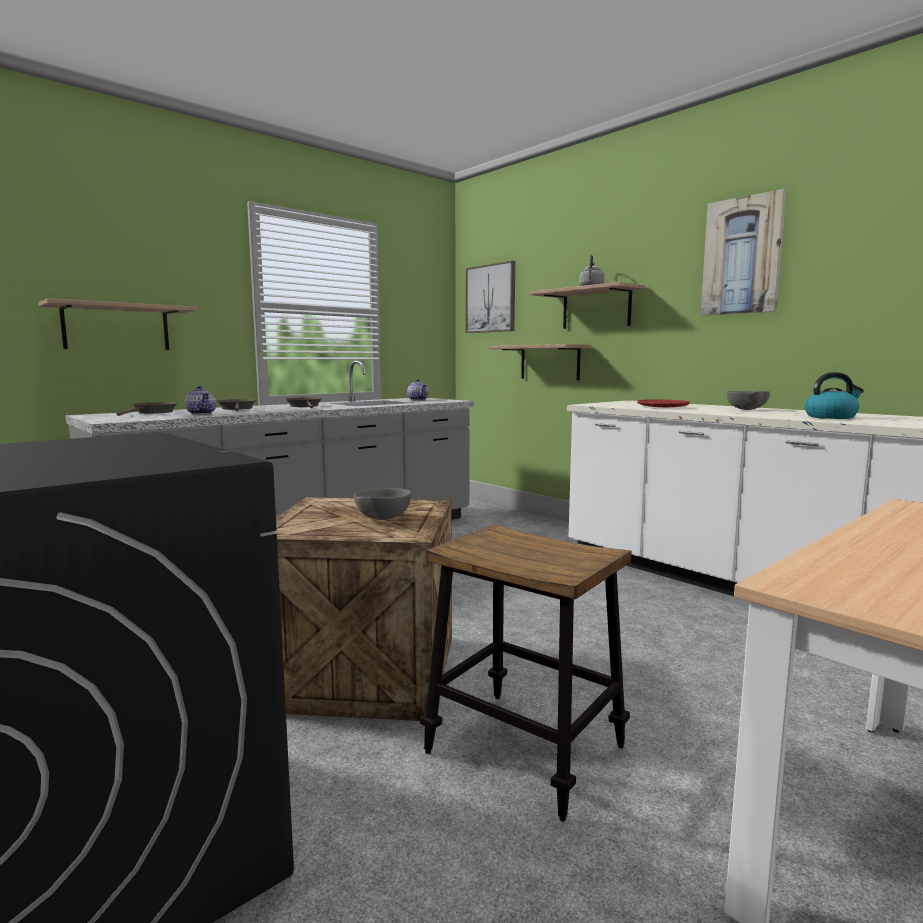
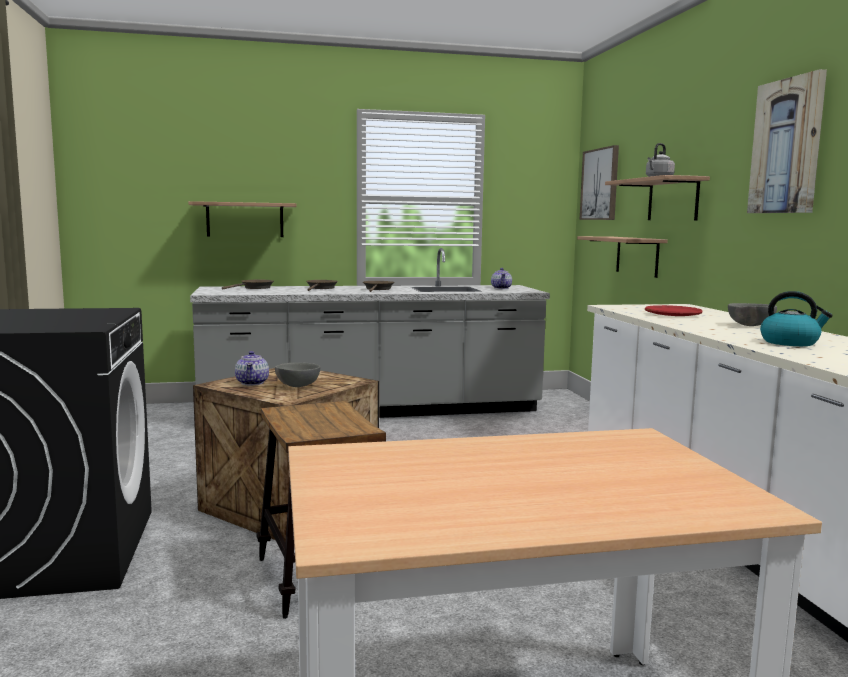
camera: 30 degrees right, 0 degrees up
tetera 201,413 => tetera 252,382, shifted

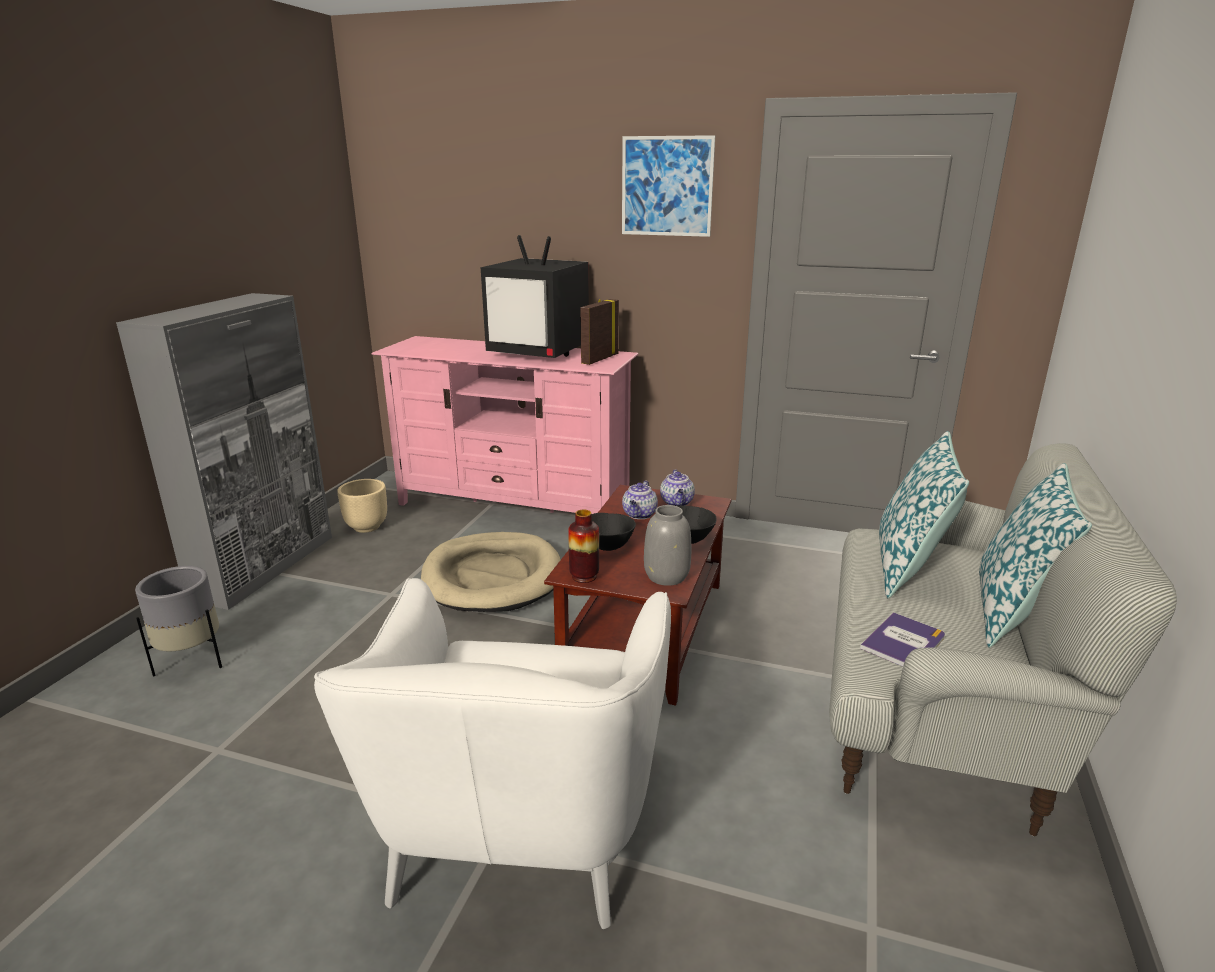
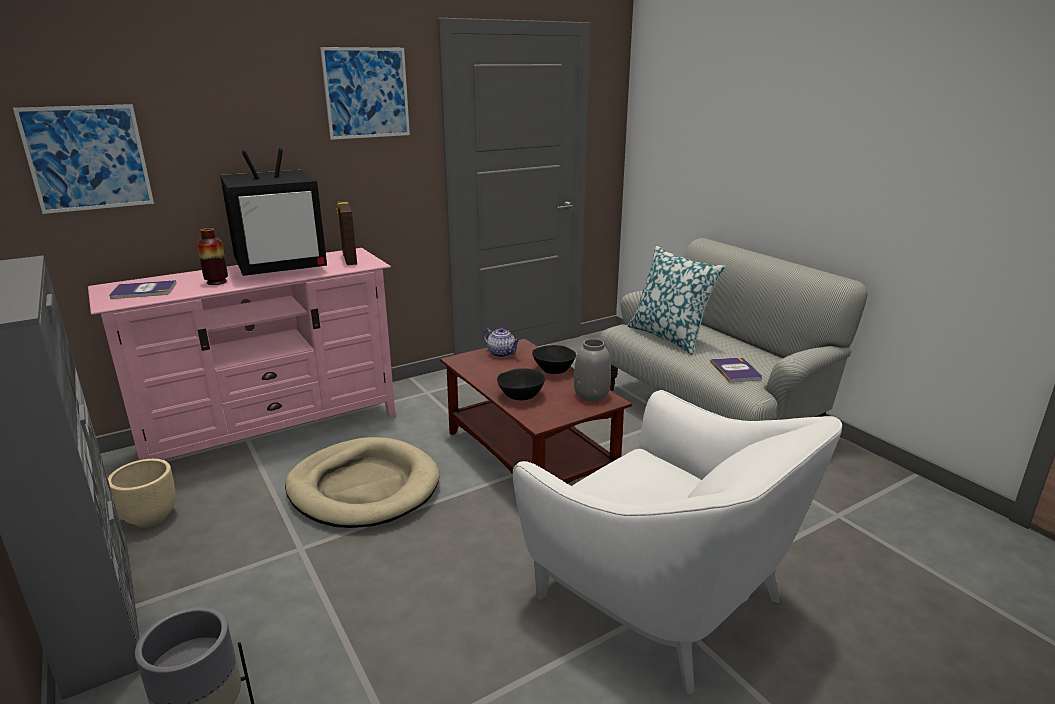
camera: 50 degrees left, 0 degrees up
cojín 1013,612 => nothing
tetera 639,515 => nothing
florero 584,576 => florero 216,282, shifted
nothing => cuadro 87,158
nothing => libro 143,291

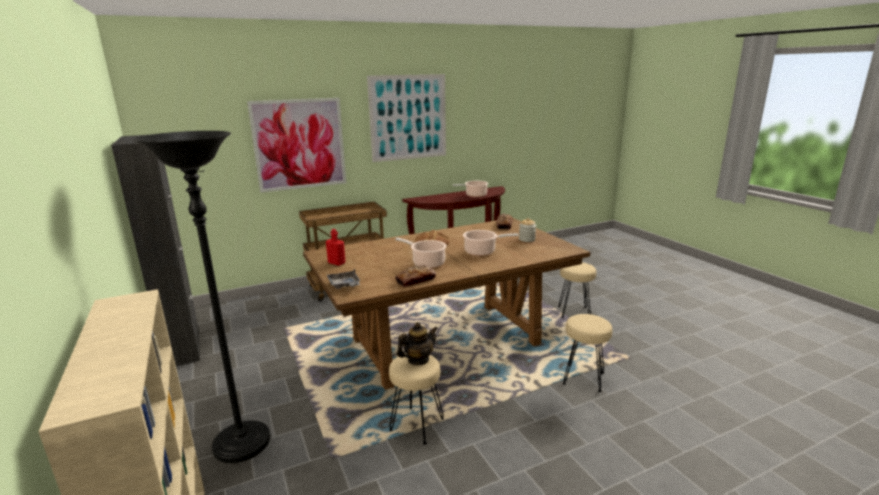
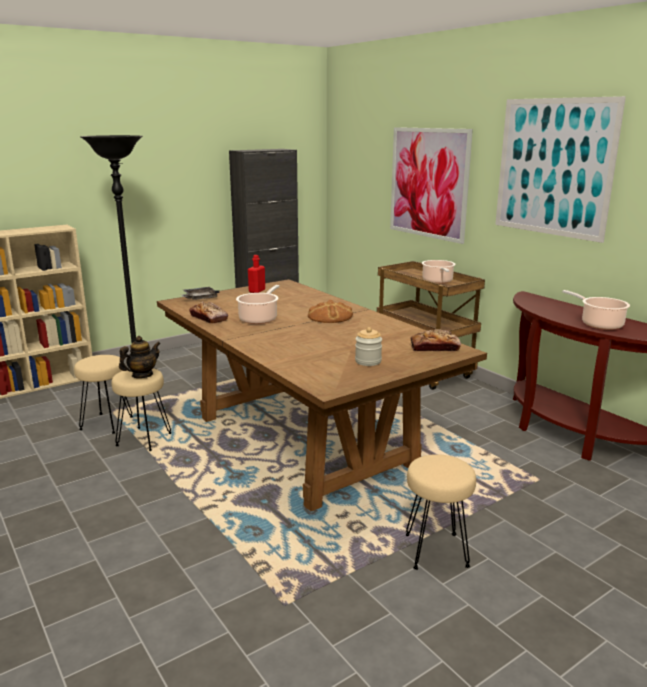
camera: 80 degrees right, 0 degrees up
olla 482,252 => olla 437,281, shifted
taburete/beis 583,378 => taburete/beis 106,423, shifted
tetera 418,360 => tetera 142,375, 90 degrees counterclockwise

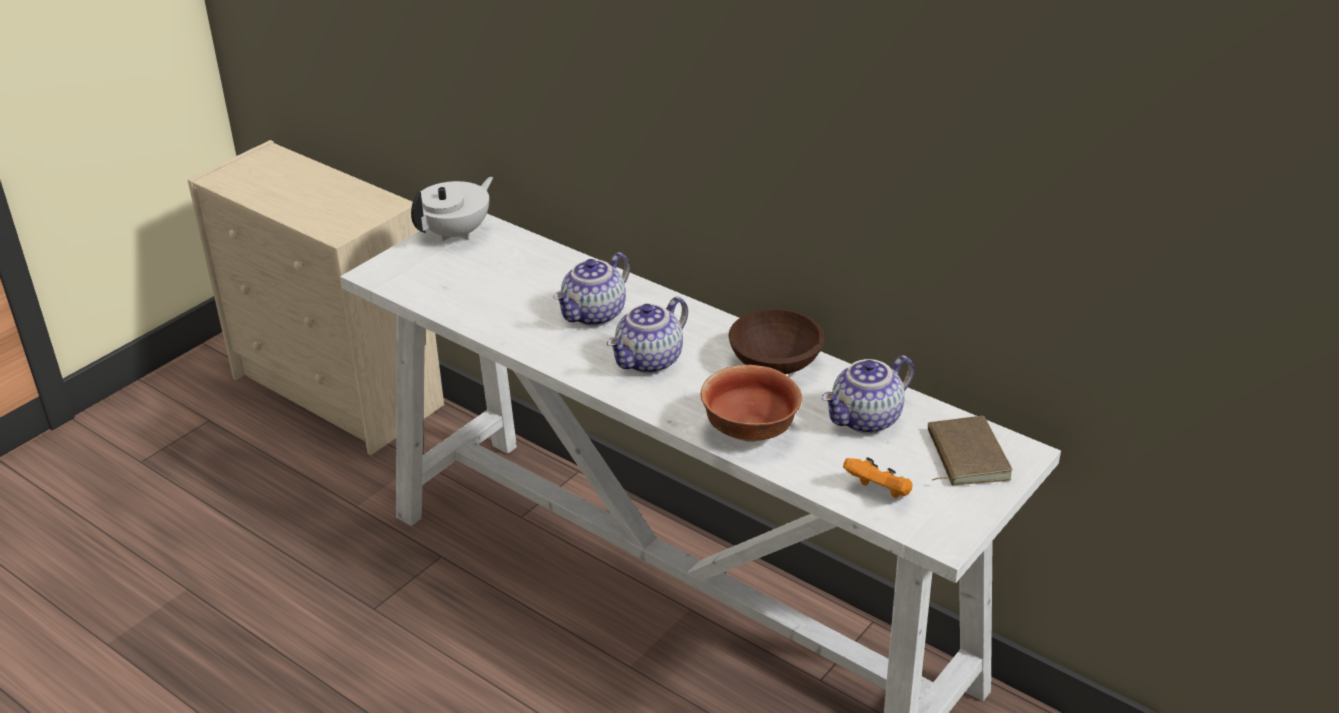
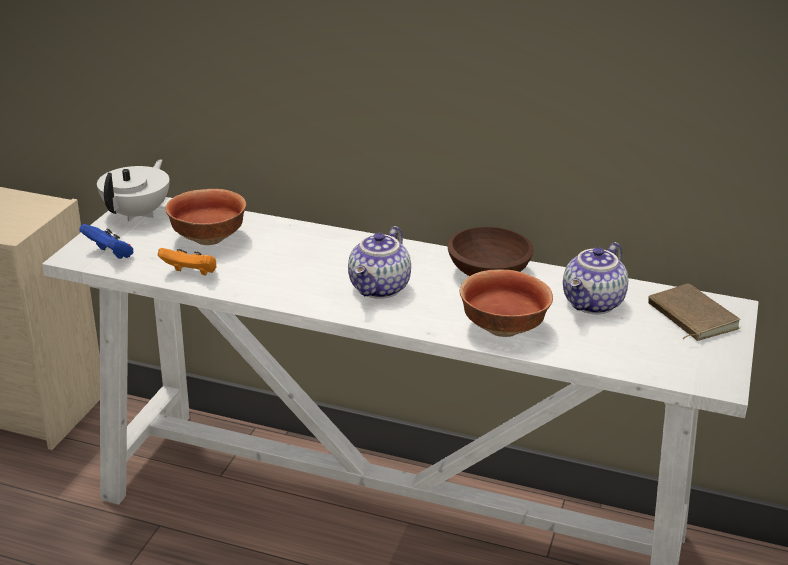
camera: 20 degrees left, 5 degrees down
tetera 595,315 => nothing
mando de consola/naranja 879,492 => mando de consola/naranja 191,274, shifted
nothing => cuenco 207,239
nothing => mando de consola/azul 110,255

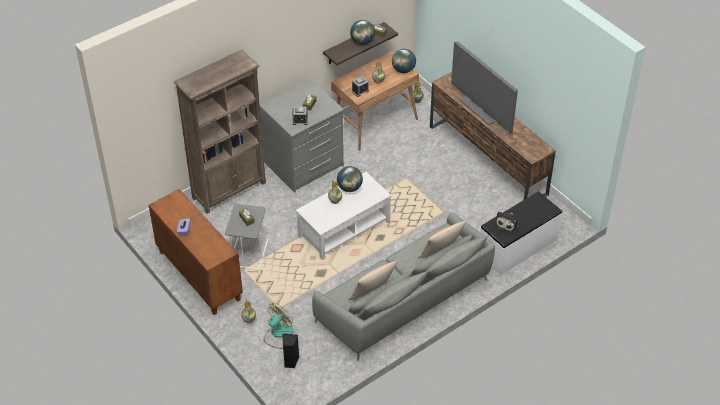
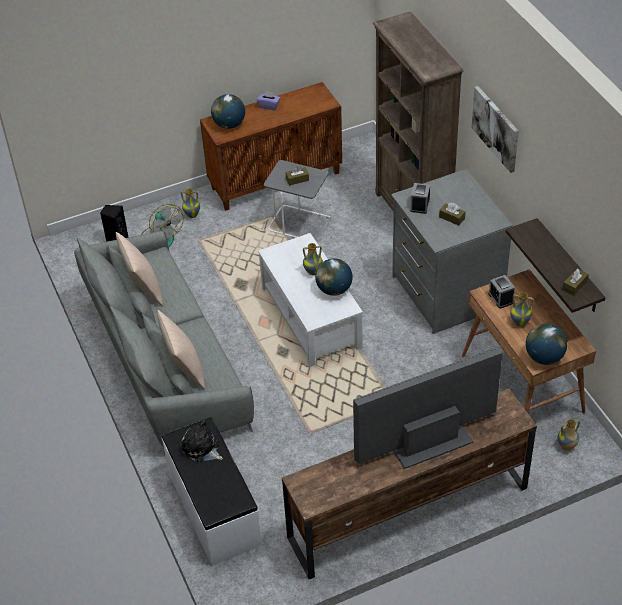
camera: 105 degrees right, 0 degrees up
globo terráqueo 362,42 => globo terráqueo 229,124, shifted
nothing => cuadro 496,128

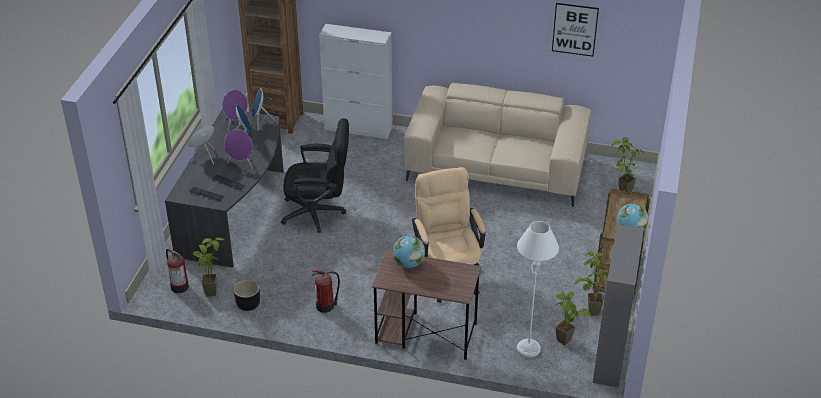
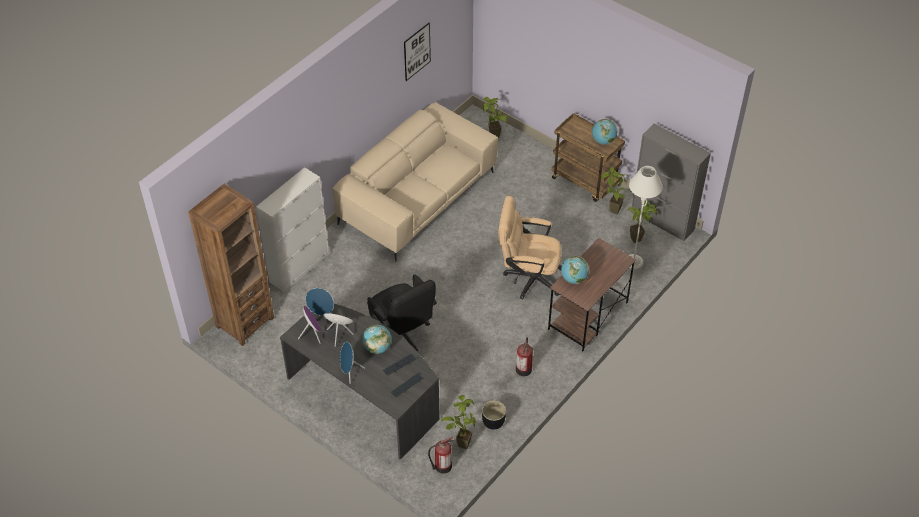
camera: 65 degrees left, 10 degrees up
silla de oficina/negro 319,213 => silla de oficina/negro 402,335, 120 degrees clockwise
altavoz/morado 241,164 => globo terráqueo 377,347

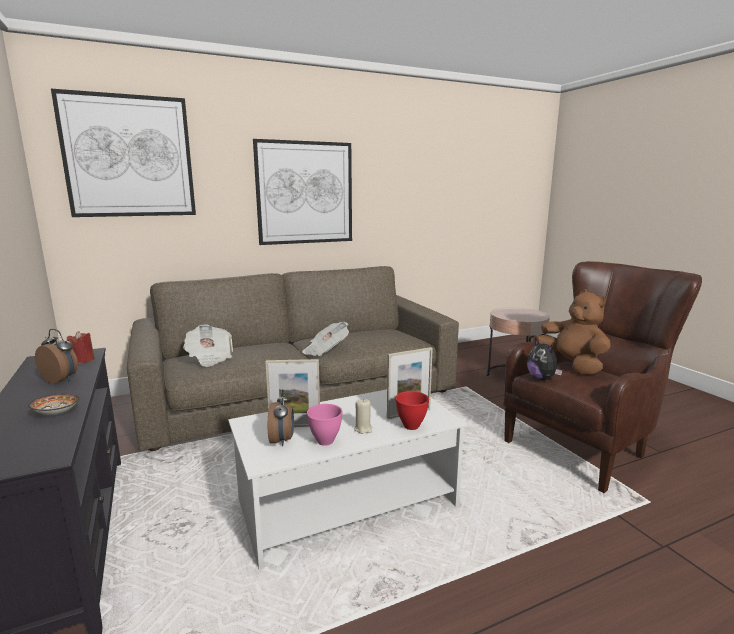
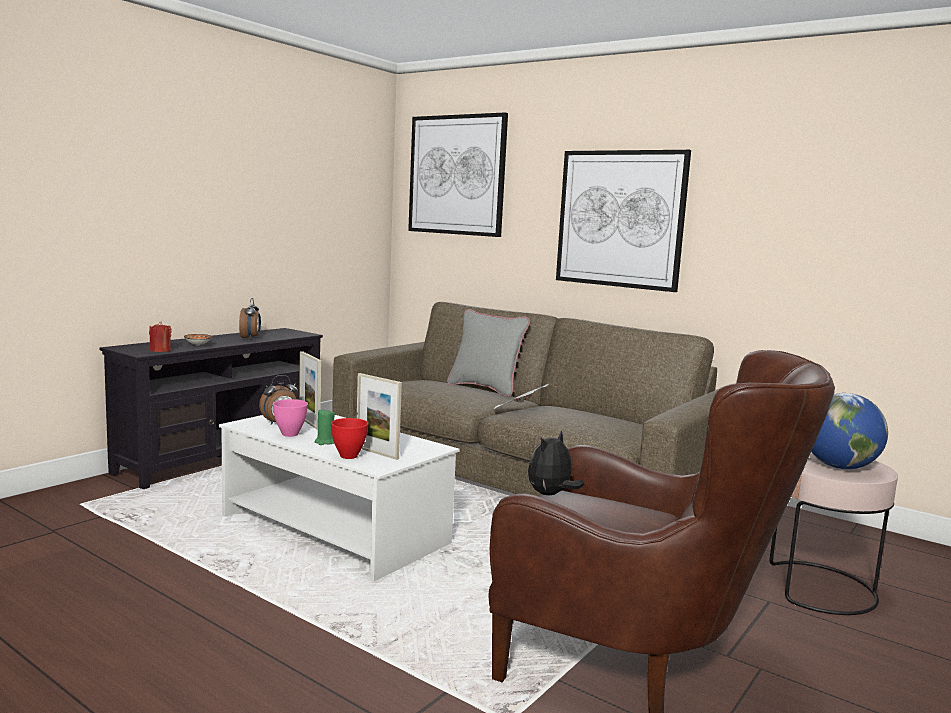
camera: 60 degrees right, 5 degrees down
peluche/marrón 571,365 => nothing
periódico 210,358 => nothing
vela/rojo 82,360 => vela/rojo 160,350, shifted
vela/beis 363,429 => vela/verde 325,442
nothing => cojín/gris 485,388
nothing => globo terráqueo 839,467

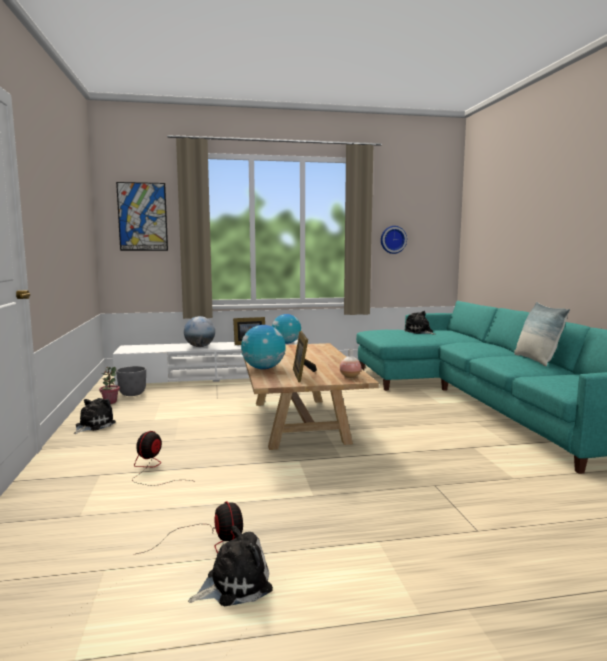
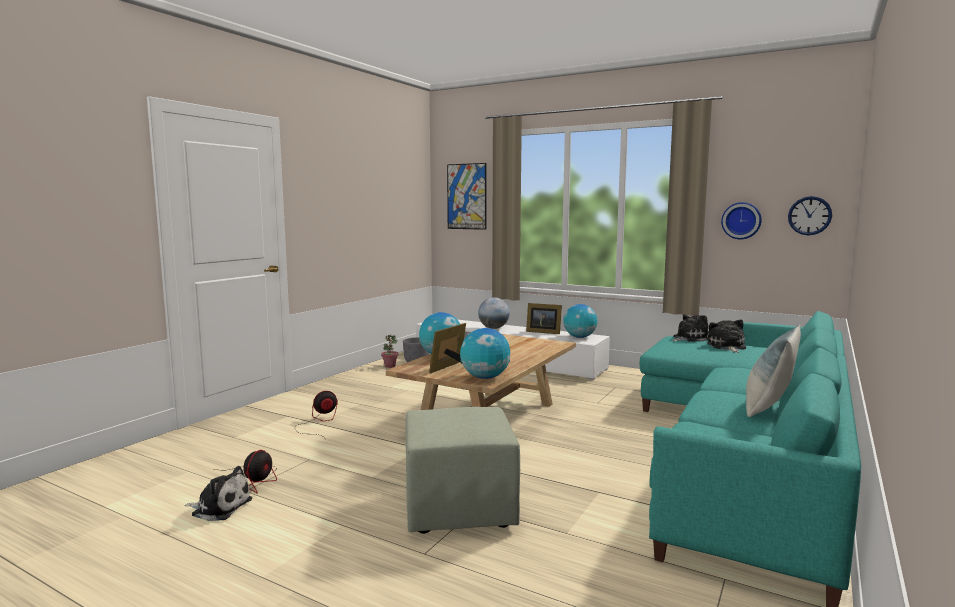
camera: 40 degrees right, 0 degrees up
florero 350,376 => globo terráqueo 485,377
peluche 93,425 => peluche 689,338, shifted
nothing => reloj de pared 809,215
nothing => puf/verde 460,509

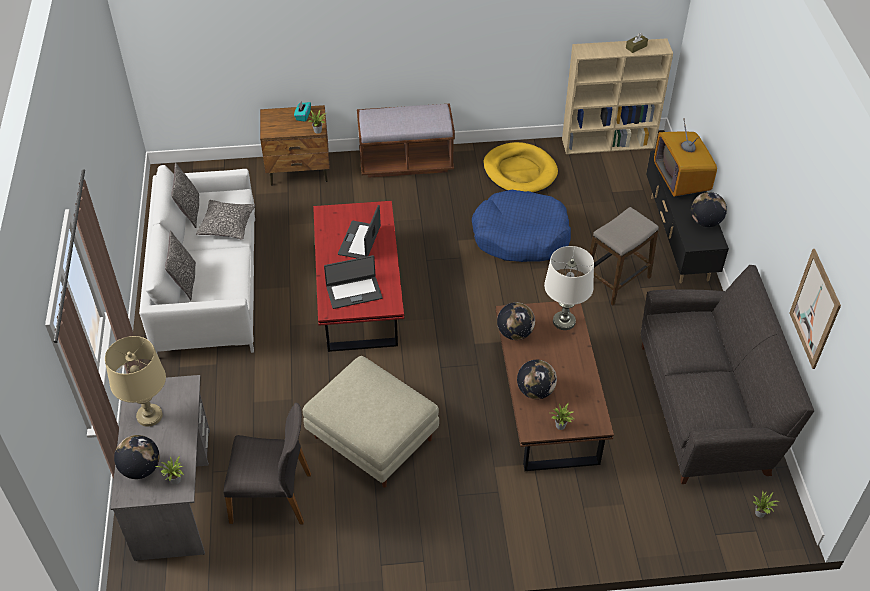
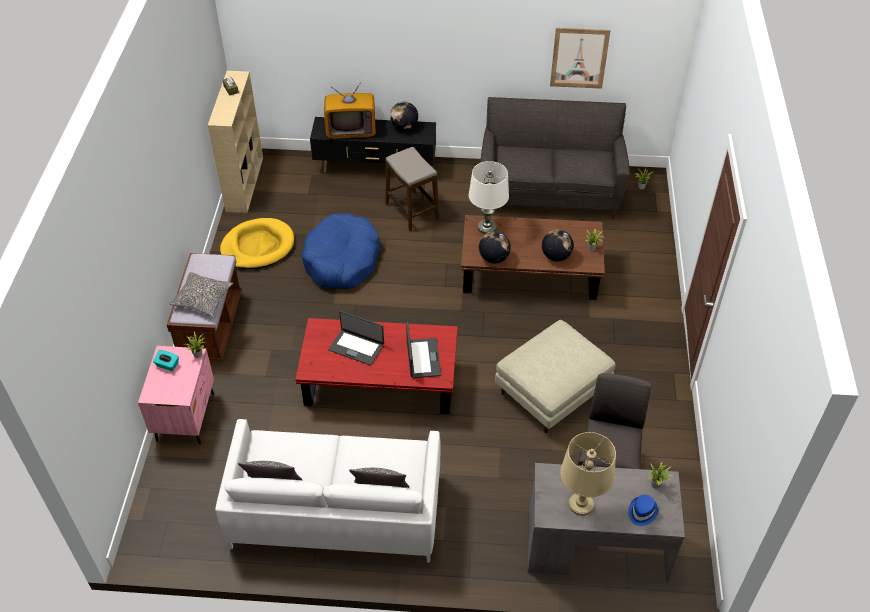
camera: 80 degrees left, 0 degrees up
mesita de noche/marrón 299,170 => mesita de noche/rosa 186,417
cojín 227,225 => cojín 202,299, shifted
globo terráqueo 141,468 => sombrero/azul 642,512

